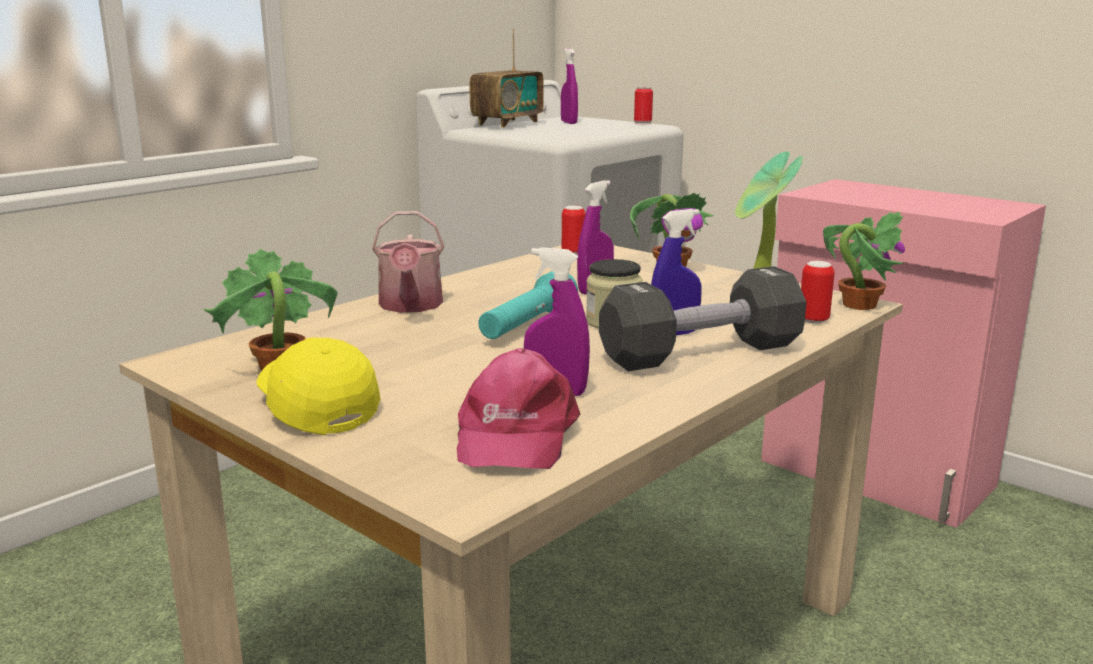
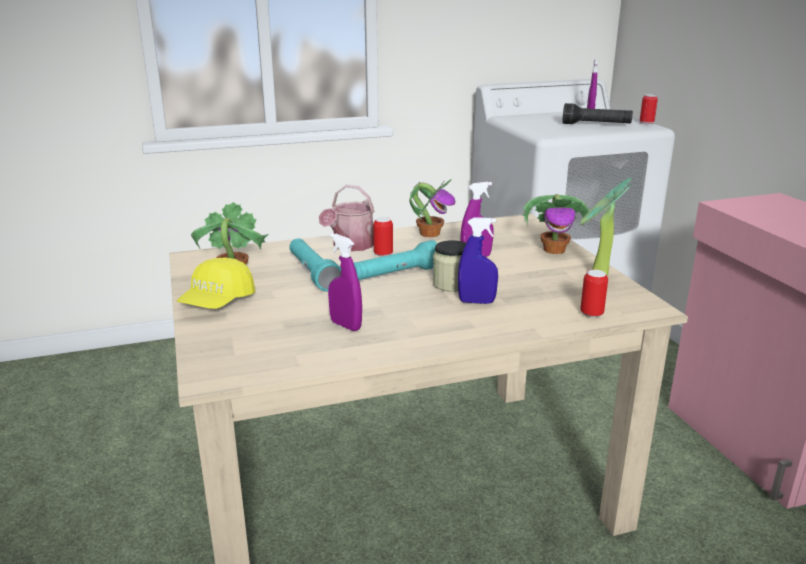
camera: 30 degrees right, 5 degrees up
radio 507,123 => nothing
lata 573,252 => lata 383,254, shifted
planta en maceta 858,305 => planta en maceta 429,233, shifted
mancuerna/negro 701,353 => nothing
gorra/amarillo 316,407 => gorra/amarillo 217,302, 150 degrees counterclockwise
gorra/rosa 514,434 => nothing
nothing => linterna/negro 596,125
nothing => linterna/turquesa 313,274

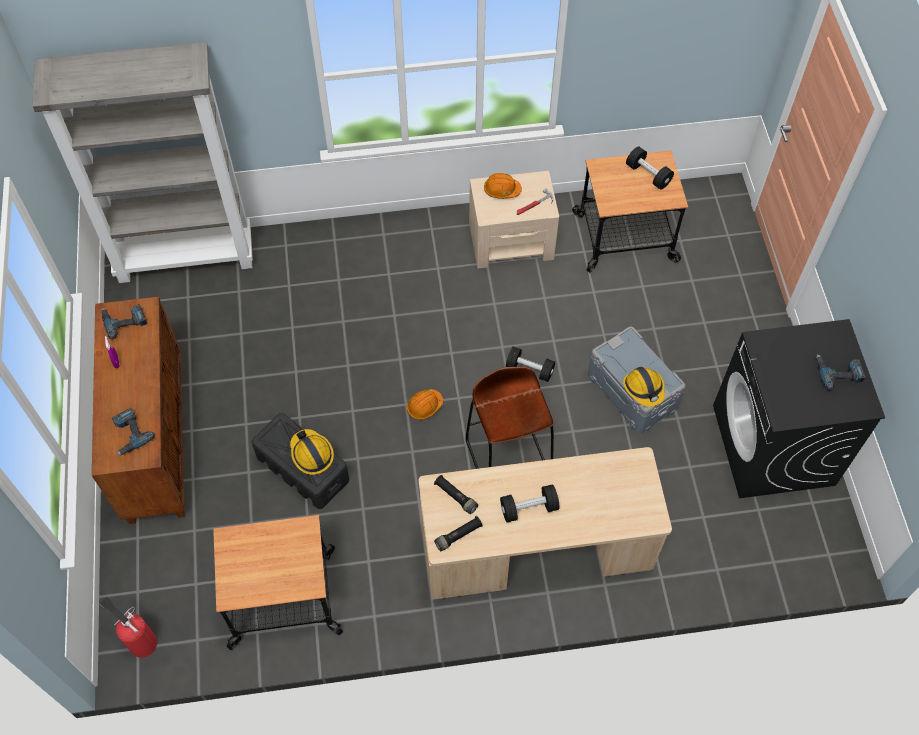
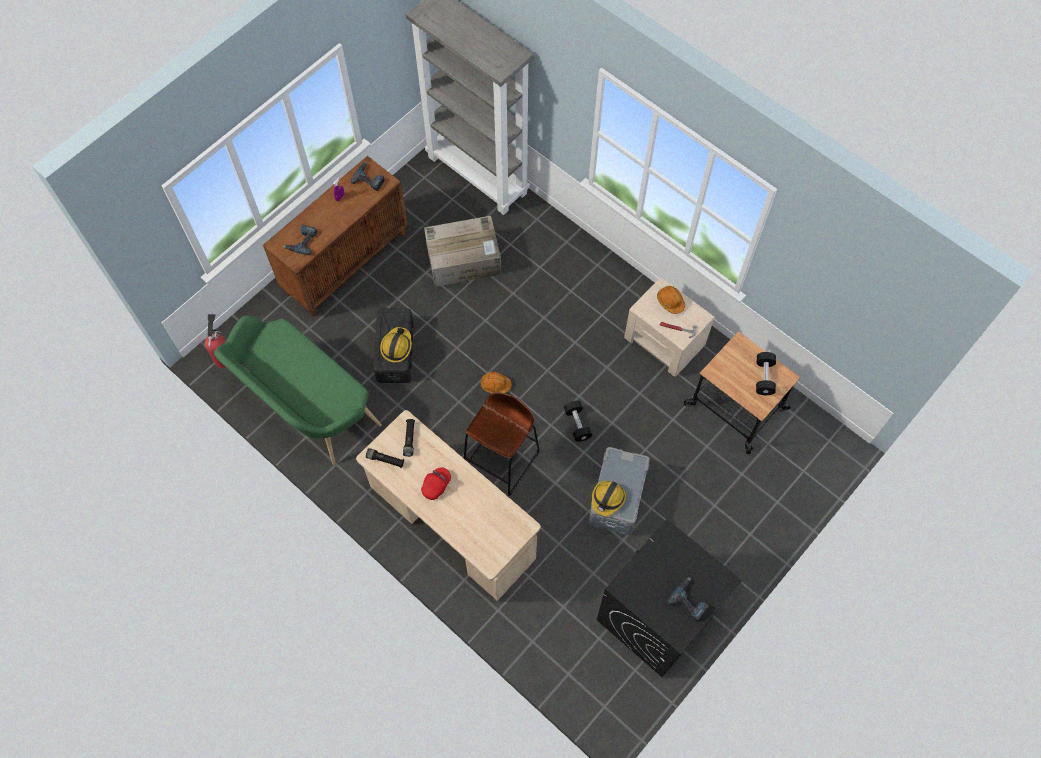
camera: 50 degrees right, 5 degrees up
mancuerna/negro 529,508 => gorra/rojo 436,485
carrito 283,599 => banco/verde 306,408
nothing => caja de cartón 464,259

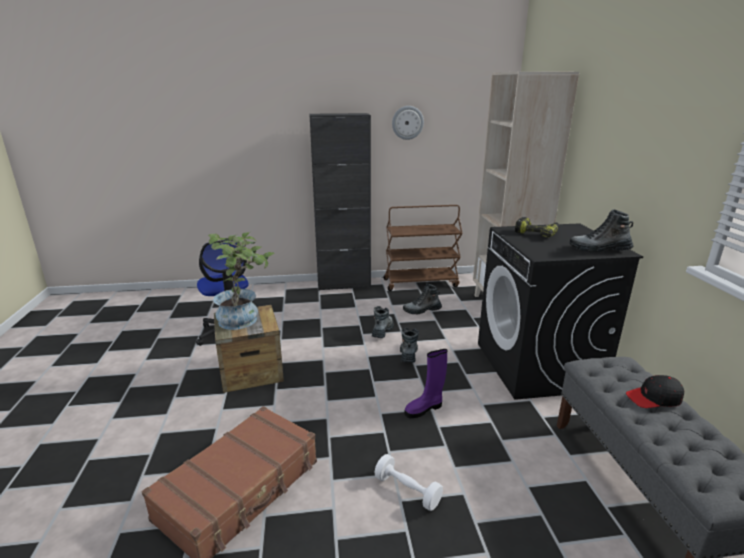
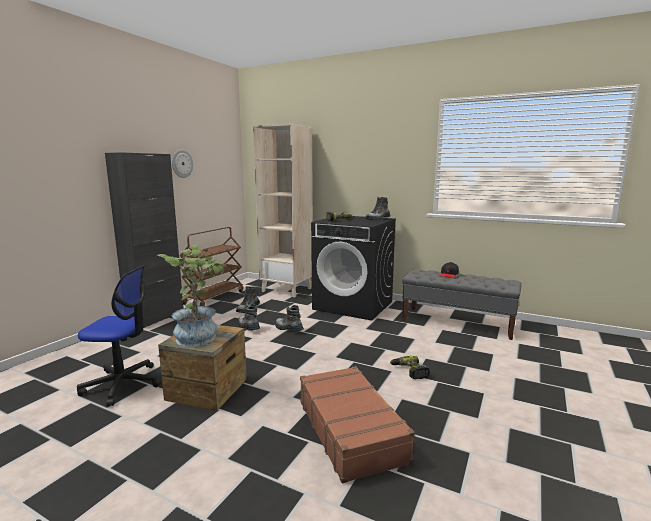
camera: 55 degrees left, 10 degrees down
bota/morado 424,409 => nothing
mancuerna/blanco 407,490 => taladro 409,371

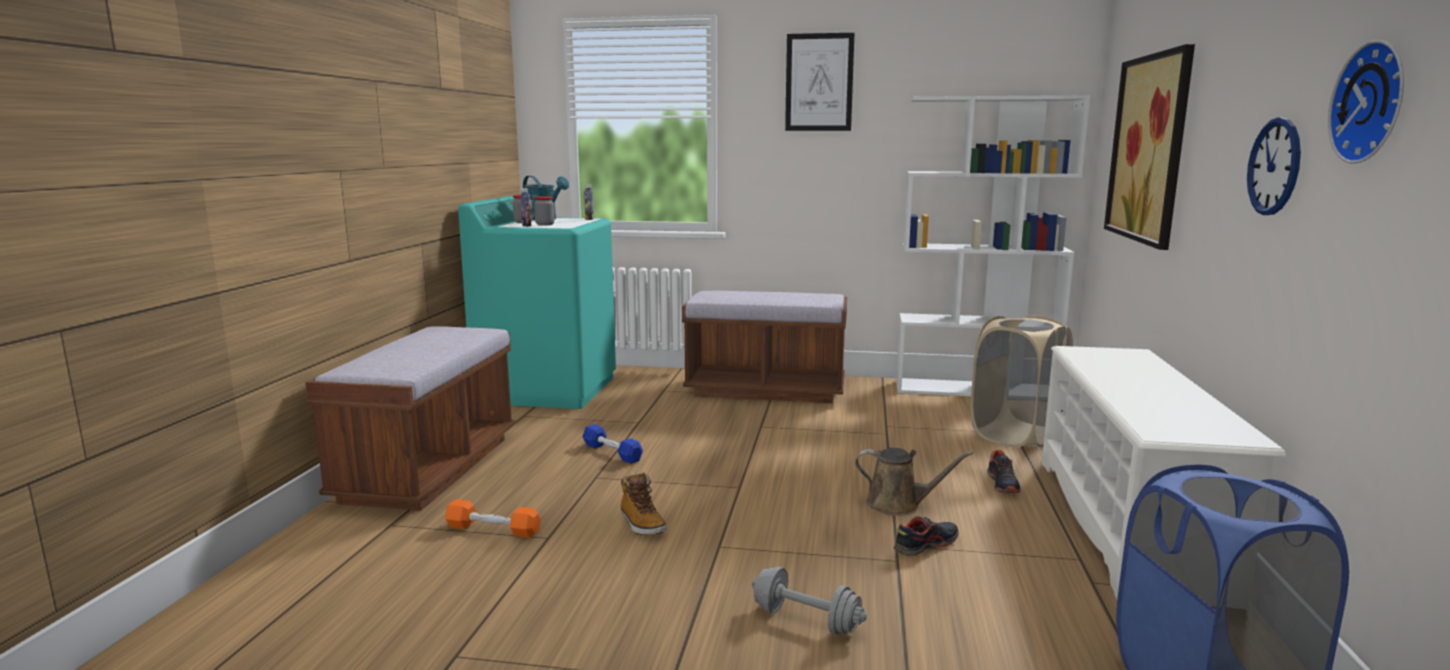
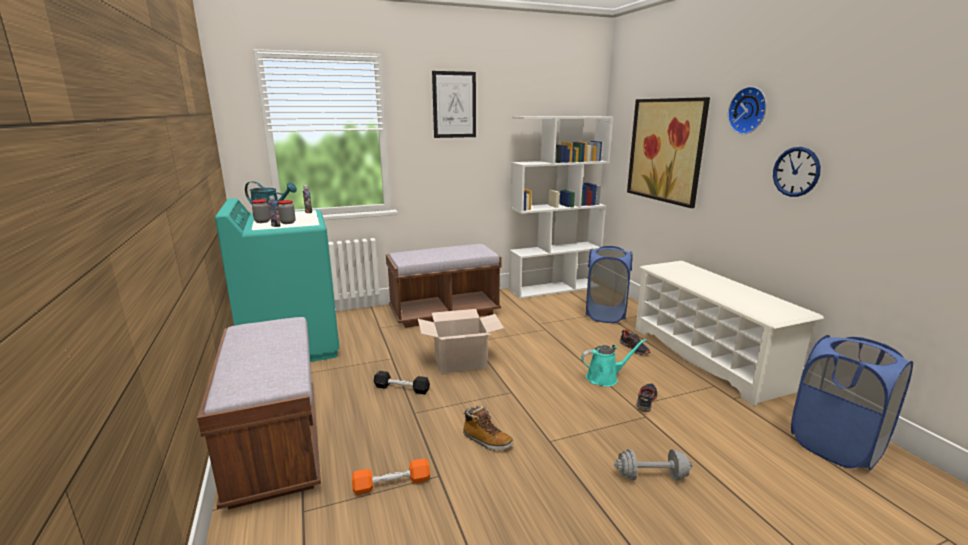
camera: 30 degrees left, 5 degrees up
reloj de pared 1375,102 => reloj de pared 749,110, shifted
cesto de la ropa/beis 1016,435 => cesto de la ropa/azul 605,314
mancuerna/azul 612,452 => mancuerna/negro 402,388
regadera/marrón 899,505 => regadera/turquesa 605,378
nothing => caja de cartón 460,362

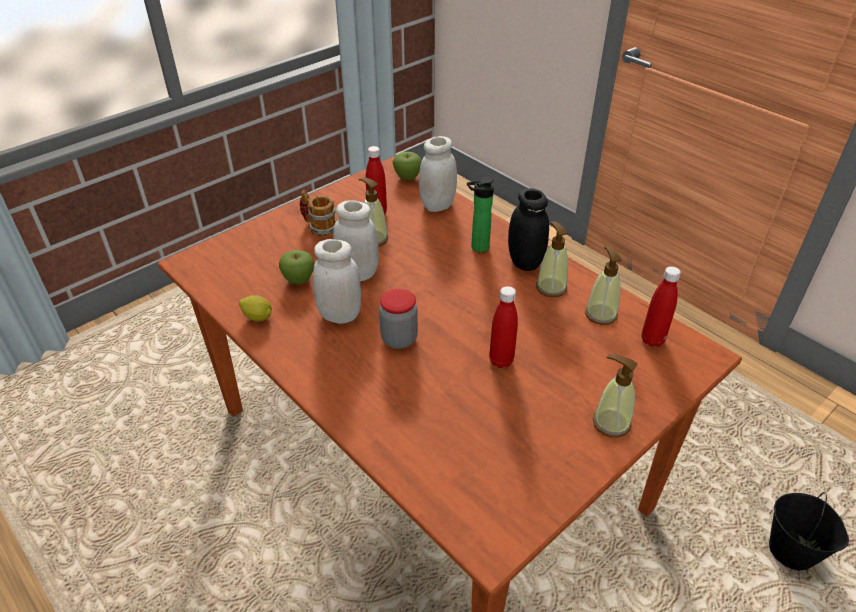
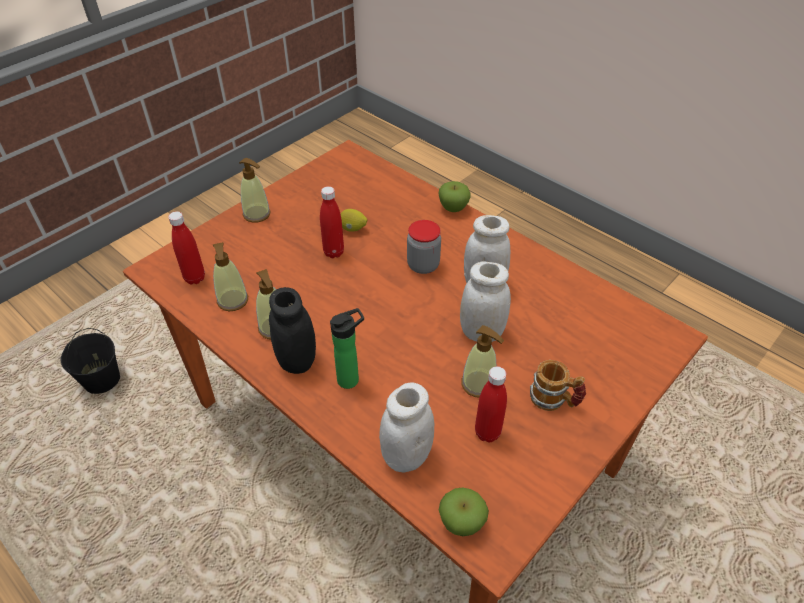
camera: 175 degrees right, 5 degrees up
manzana 299,280 => manzana 453,208, shifted
limón 258,317 => limón 352,229, shifted

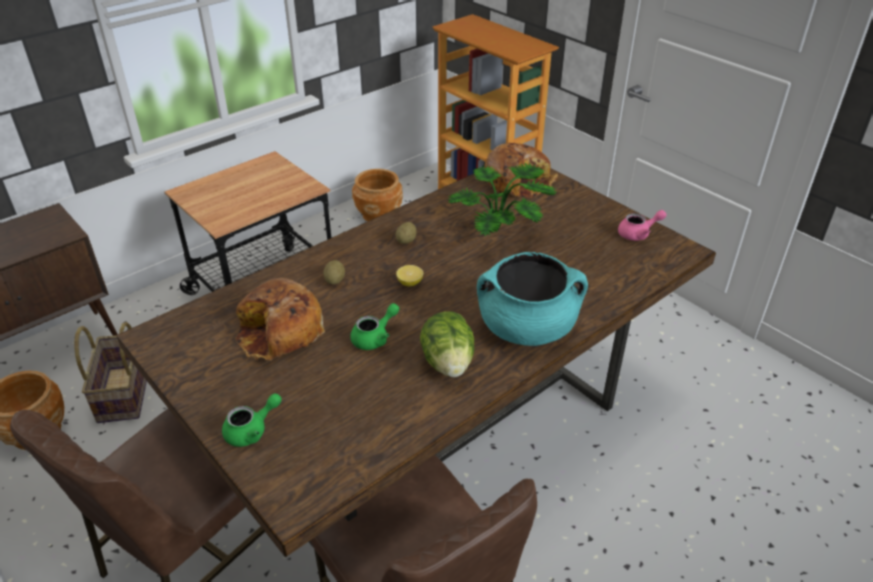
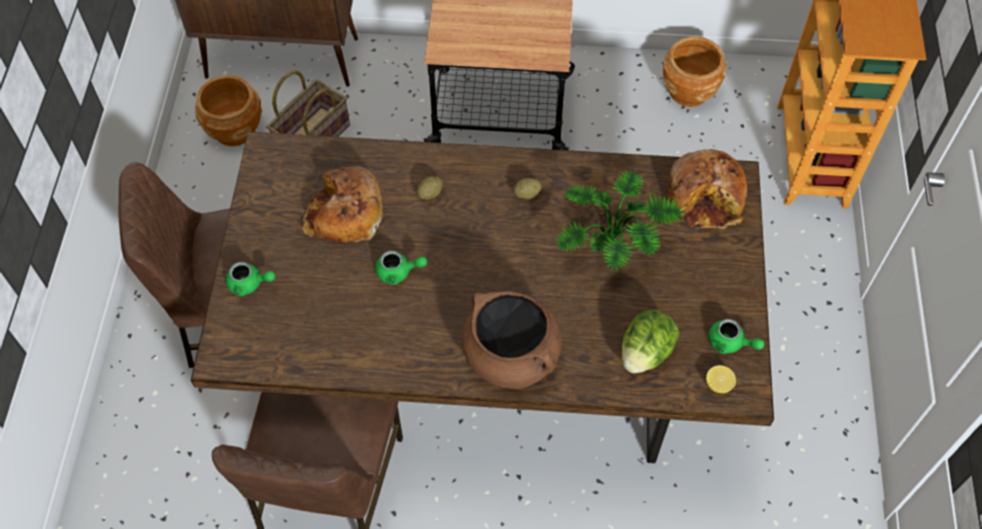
camera: 45 degrees right, 20 degrees up
tetera/rosa 638,234 => tetera/verde 730,343
olla/turquesa 527,328 => olla/marrón 512,355
limón 410,283 => limón 718,384, shifted
lechuga 448,363 => lechuga 645,352, shifted

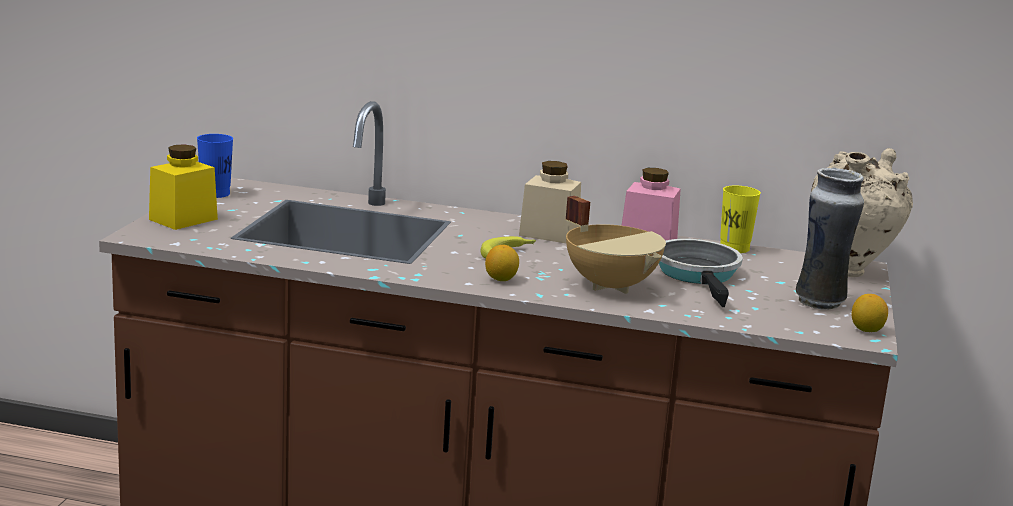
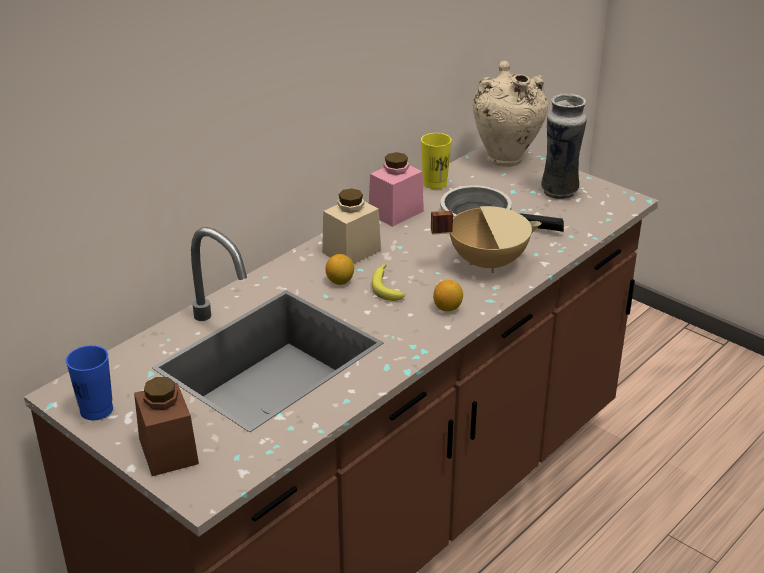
camera: 60 degrees left, 15 degrees up
tarro/amarillo 183,219 => tarro/marrón 168,451
limón 867,330 => limón 340,281, shifted

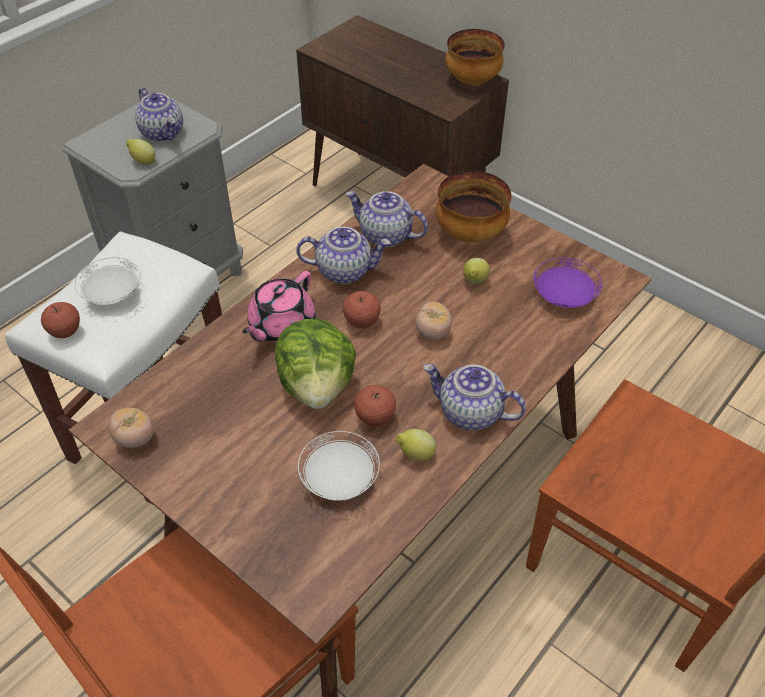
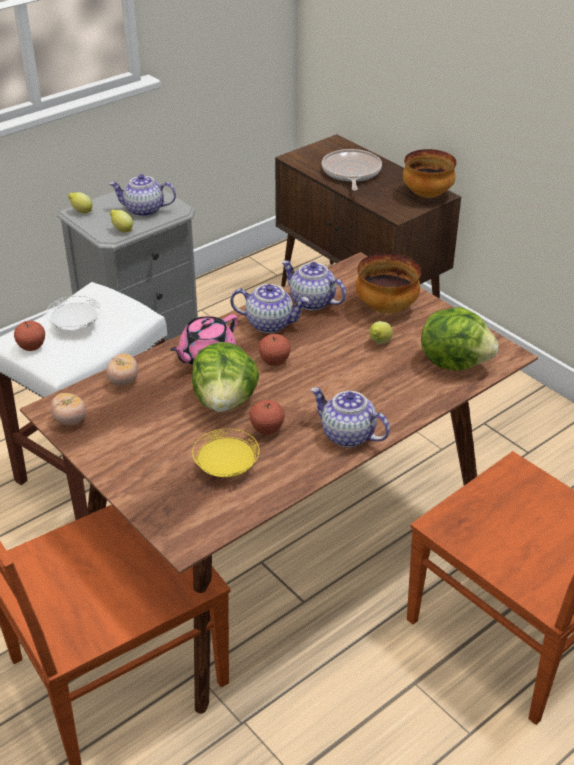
camera: 10 degrees right, 10 degrees down
tetera 163,133 => tetera 144,210, 120 degrees clockwise
plato/morado 564,296 => lechuga 454,362
tomate 432,333 => tomate 123,381, shifted
limón 415,455 => limón 81,212, shifted
plato/blanco 339,479 => plato/amarillo 226,467
nothing => sartén 351,173

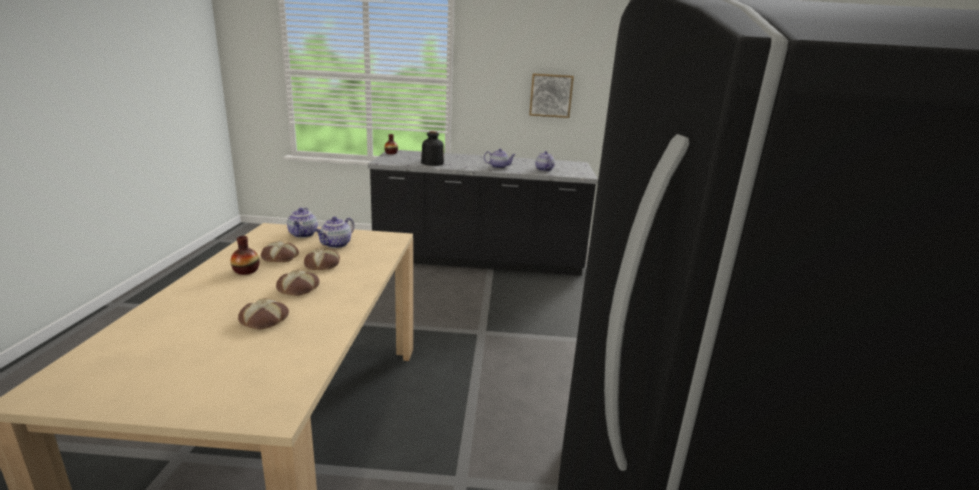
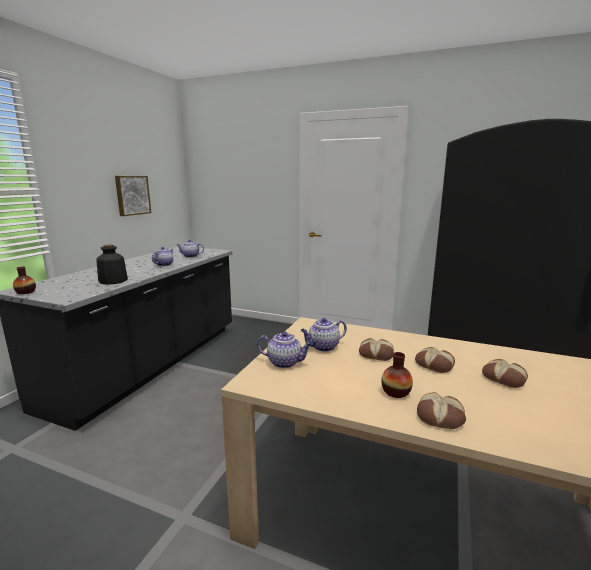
camera: 70 degrees left, 5 degrees down
tetera 336,245 => tetera 323,347, 105 degrees clockwise
pan 279,257 => pan 440,416, shifted

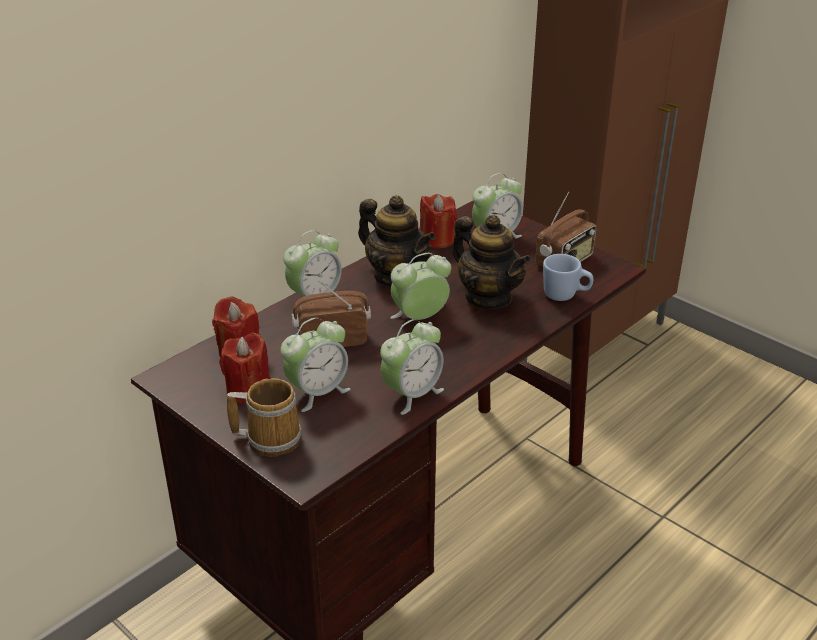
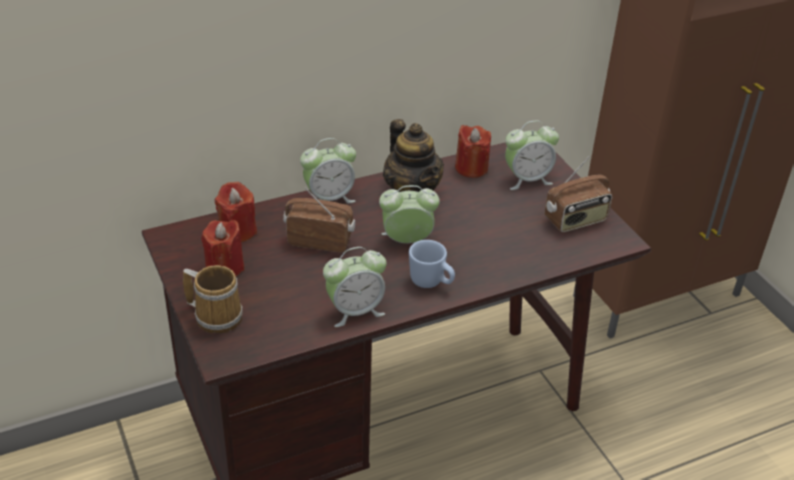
camera: 20 degrees right, 5 degrees up
tetera 488,297 => nothing
taza grande/azul 565,295 => taza grande/azul 431,282, shifted
despertador 317,392 => nothing

